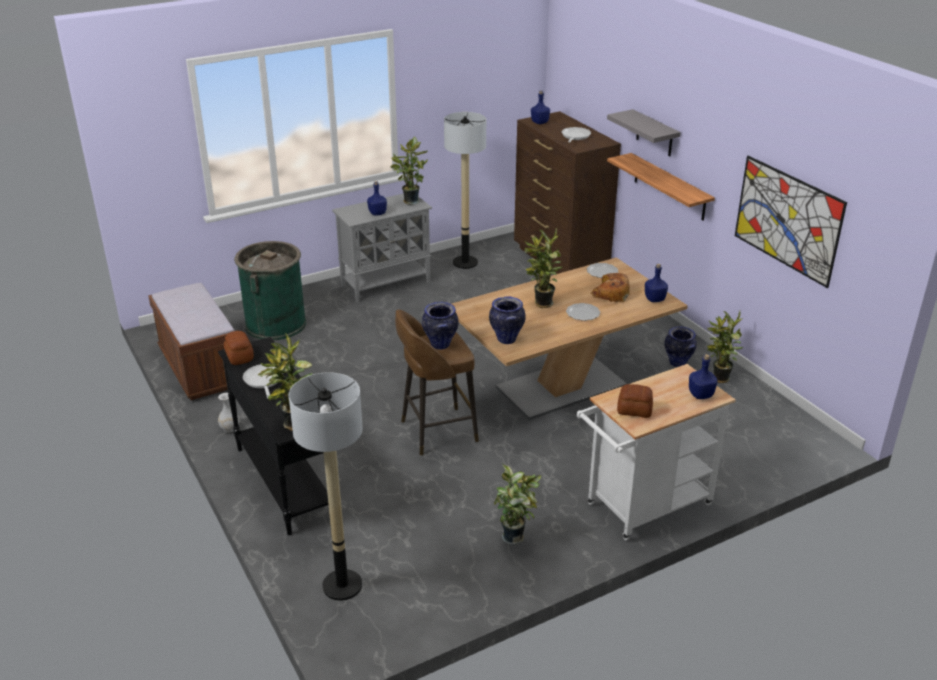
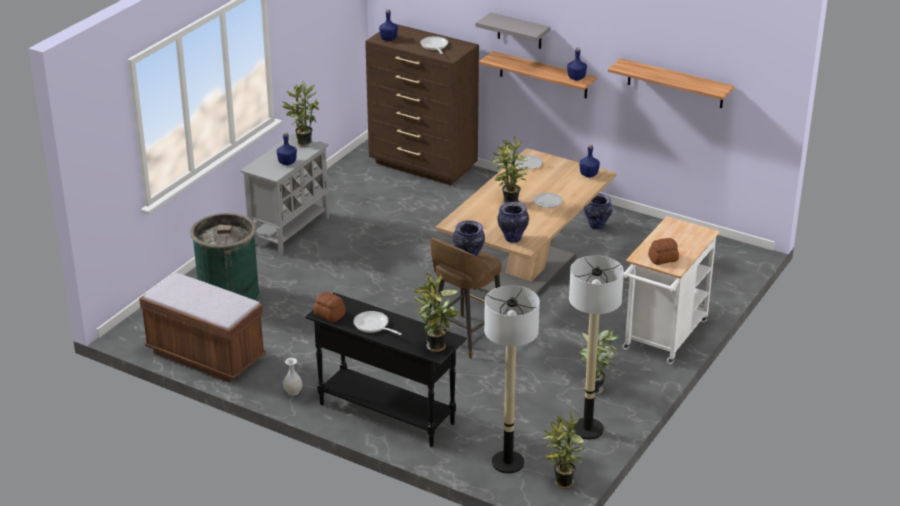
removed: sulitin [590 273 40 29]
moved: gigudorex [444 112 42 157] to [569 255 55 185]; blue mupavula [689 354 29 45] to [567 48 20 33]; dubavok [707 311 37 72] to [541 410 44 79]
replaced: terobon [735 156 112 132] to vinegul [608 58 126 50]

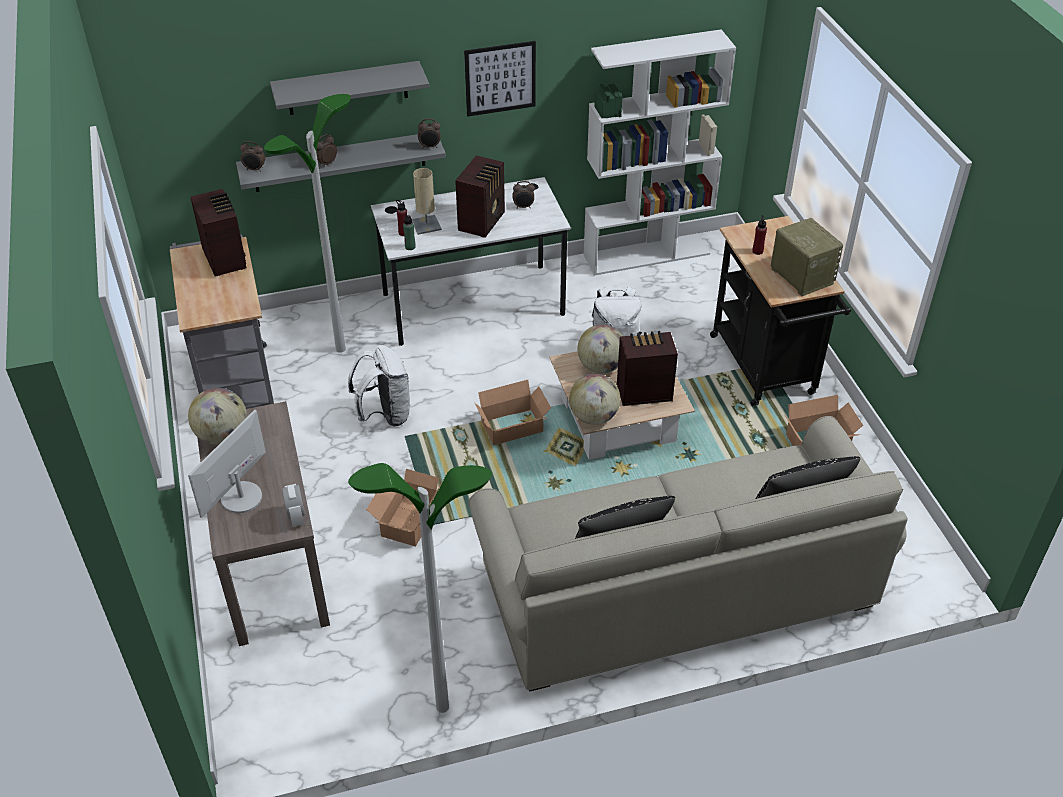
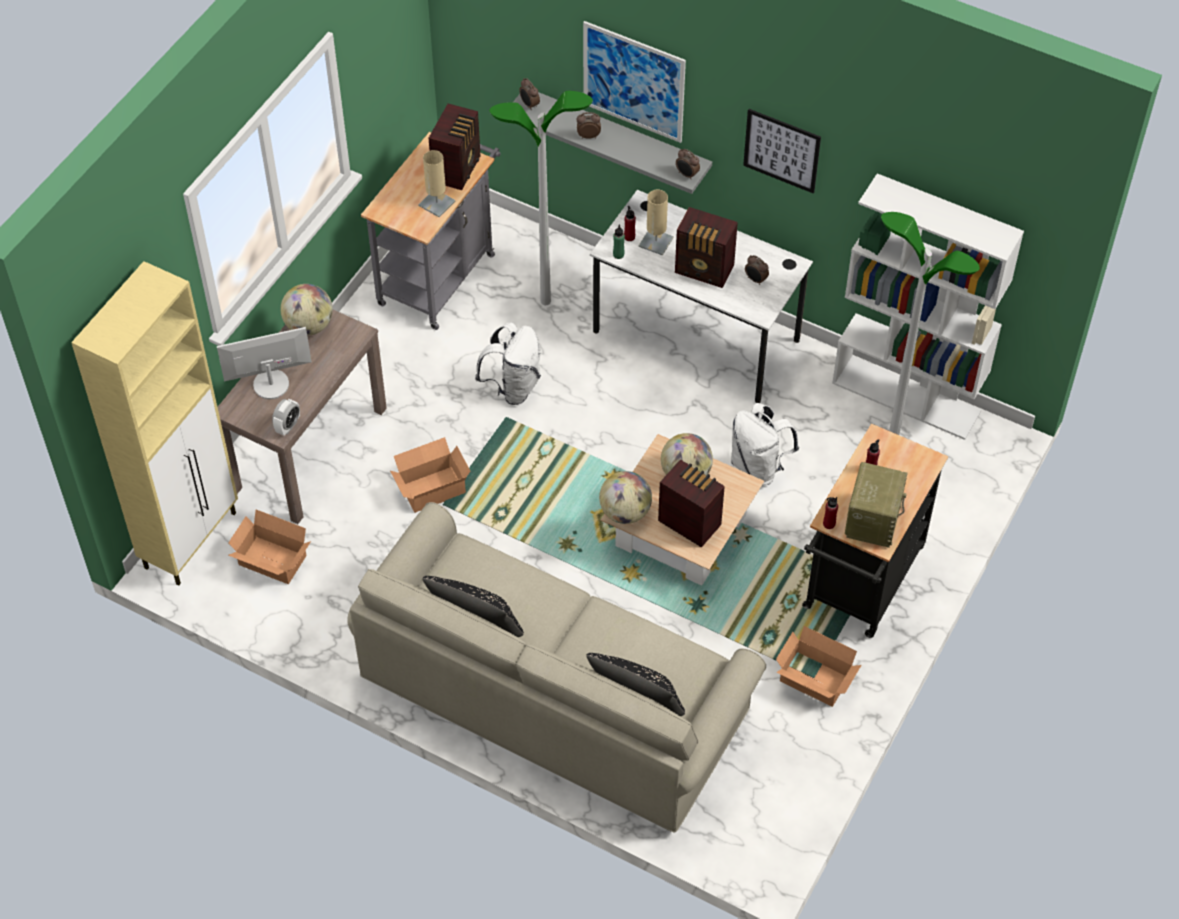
added: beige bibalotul [71 261 167 325]; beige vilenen [418 150 37 67]; red mupavula [823 497 15 32]
moved: gigudorex [348 463 144 250] to [881 212 99 223]; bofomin [475 380 76 65] to [228 509 83 75]
replaced: grey vinegul [270 61 159 54] to terobon [583 21 103 122]
turned: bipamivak [455 156 50 82] = [675 207 63 81] 45 degrees clockwise

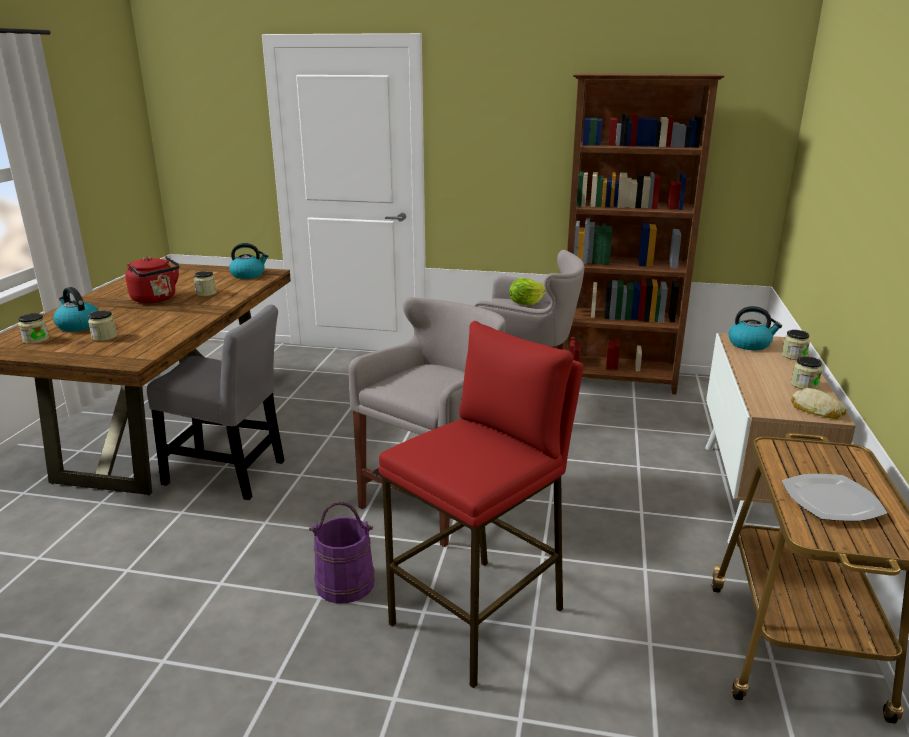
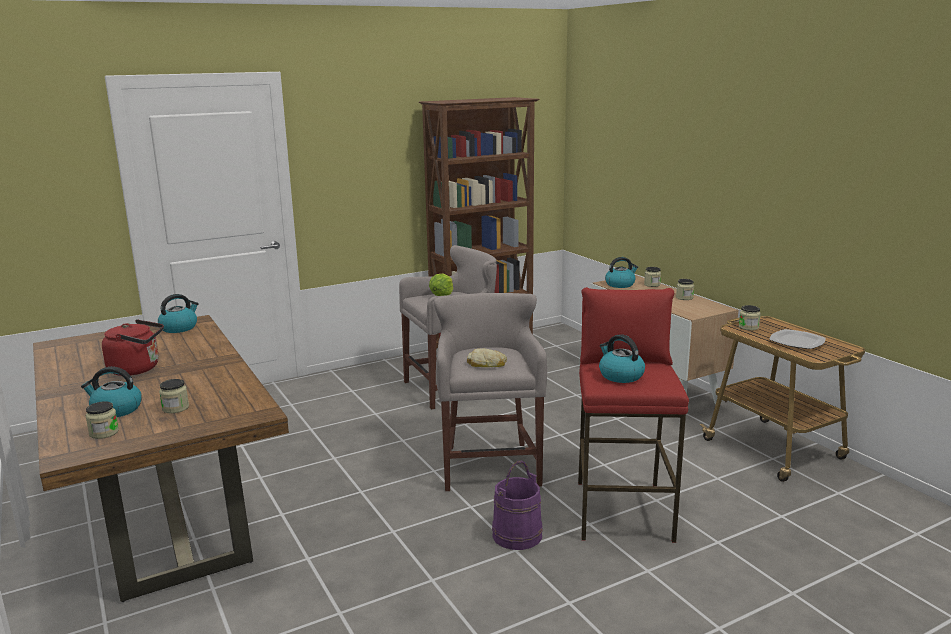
removed: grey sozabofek [147 304 138 196]
added: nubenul [599 334 46 49]
moved: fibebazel [194 271 22 25] to [739 305 22 25]; sulitin [791 388 56 31] to [467 349 40 18]

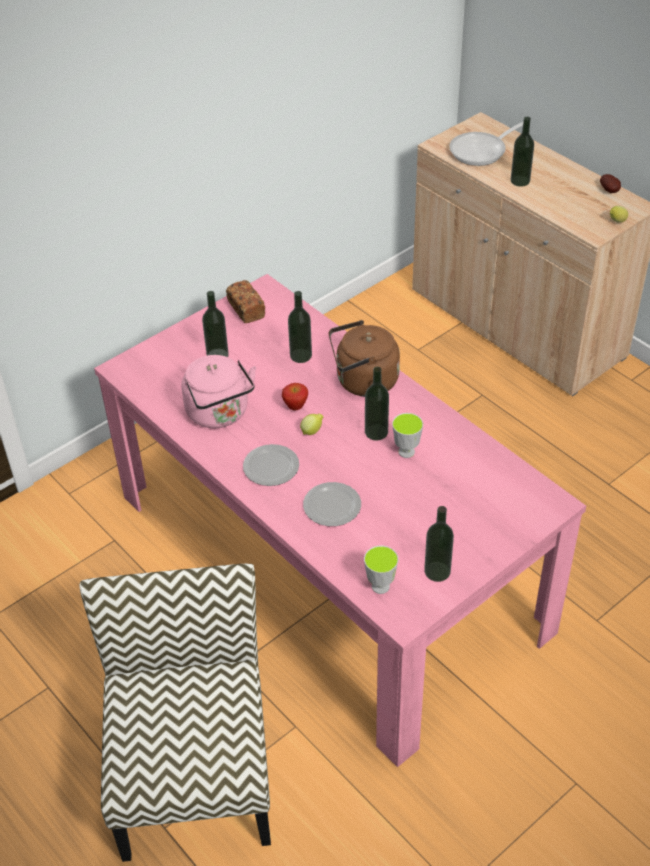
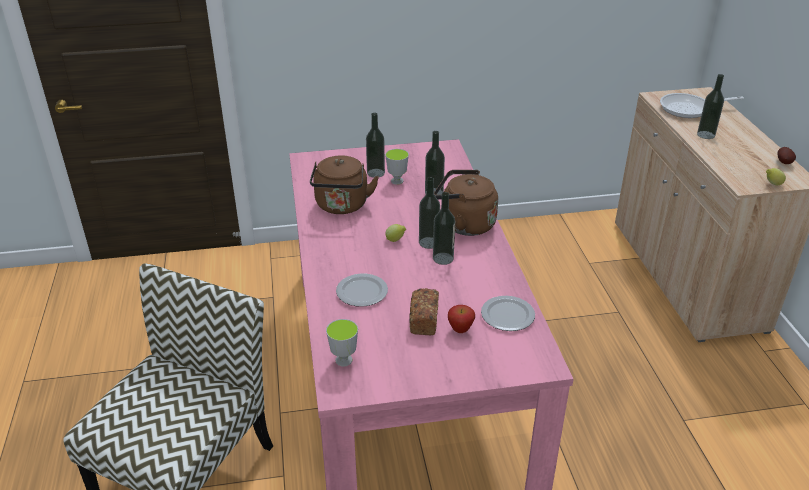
moved: sulitin [226 280 39 43] to [409 288 30 47]; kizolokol [243 444 56 42] to [481 296 54 35]; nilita [282 383 26 27] to [448 305 27 28]; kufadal [392 413 31 45] to [385 149 24 36]; mupavula [424 506 30 76] to [419 177 21 72]
recoloured: pink nubenul [181 355 75 73] to brown nubenul [310 155 69 59]

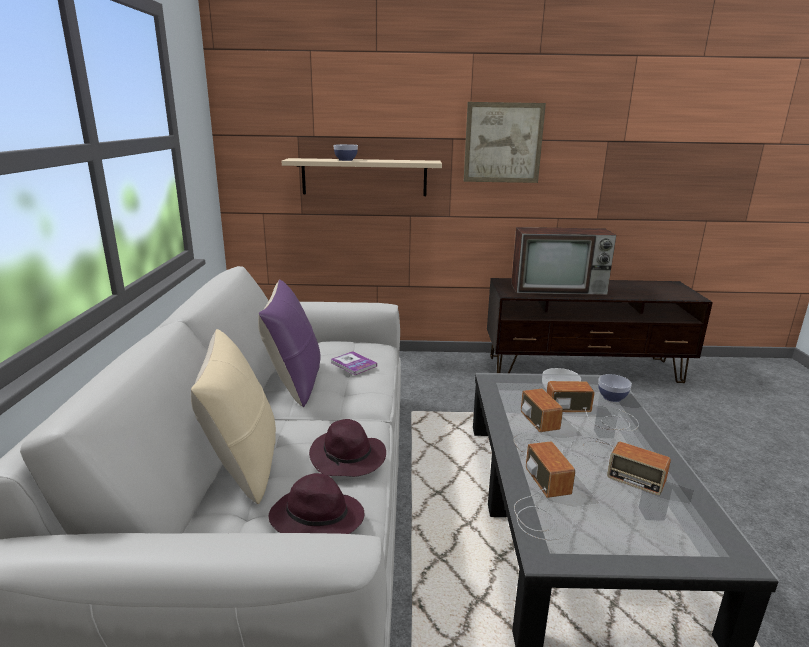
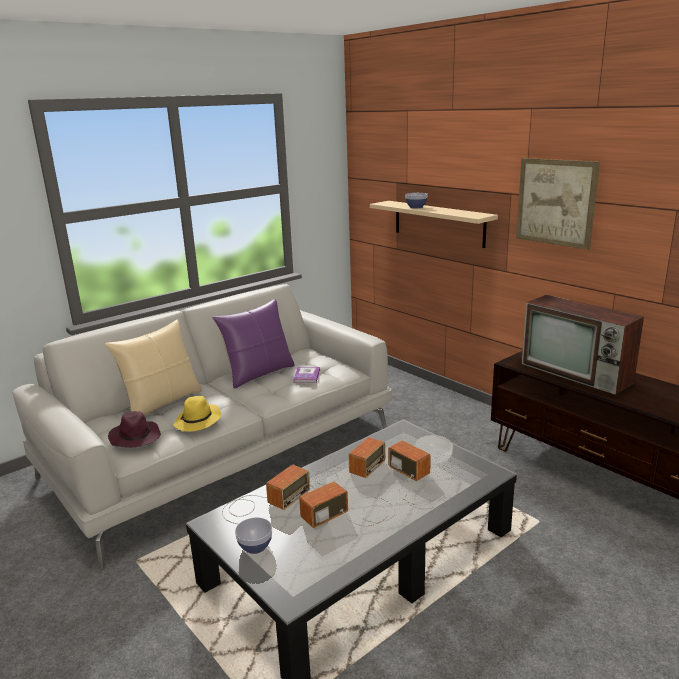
moved: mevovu [598 374 34 28] to [235 517 37 37]
recoloured: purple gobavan [309 419 77 58] to yellow gobavan [173 396 48 36]
turned: bipamivak [570 437 101 58] = [299 481 96 47] 60 degrees clockwise

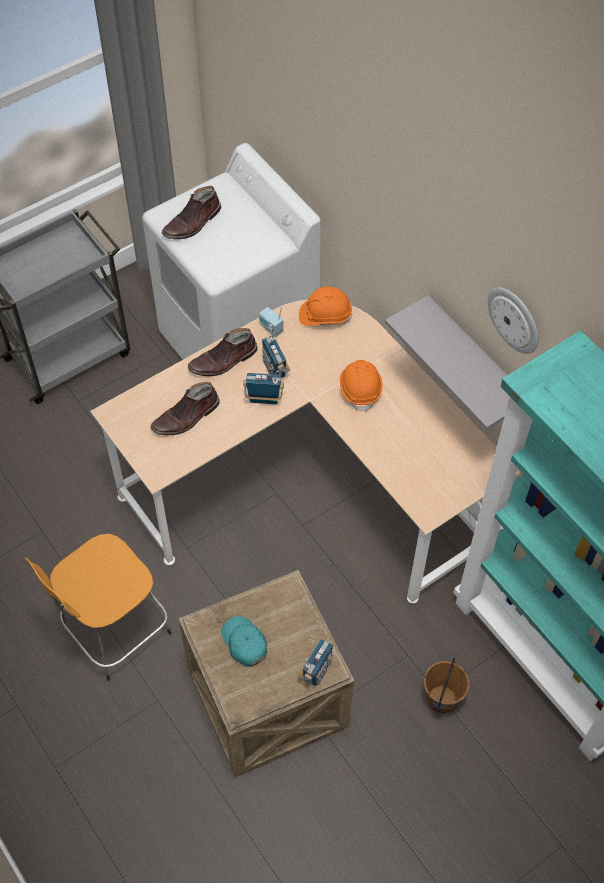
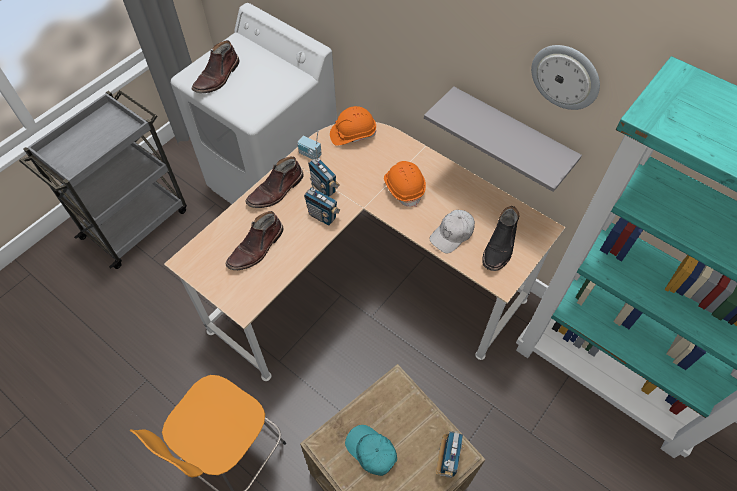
removed: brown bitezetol [423 658 47 55]
added: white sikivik [430 210 45 43]; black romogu [482 206 37 65]
turned: bipamivak [243 371 41 33] = [304 177 36 48] 135 degrees counterclockwise

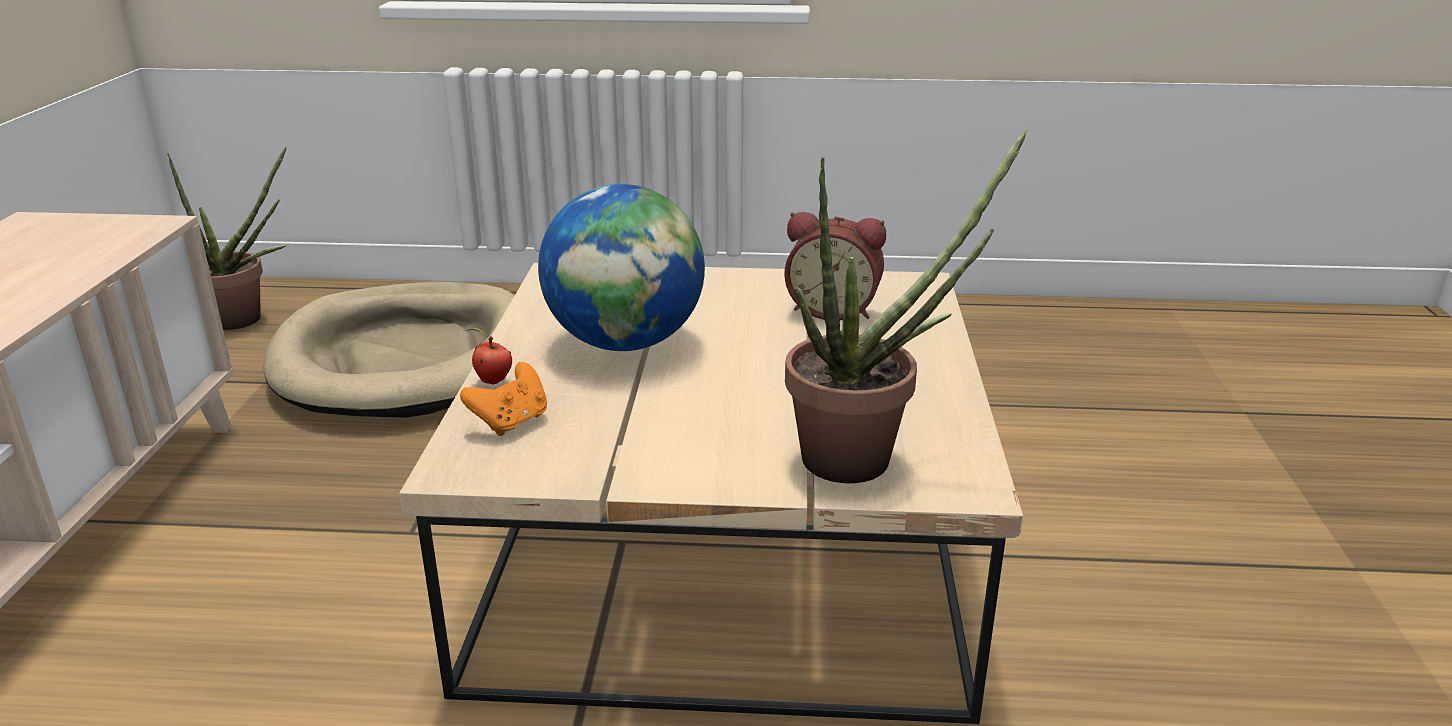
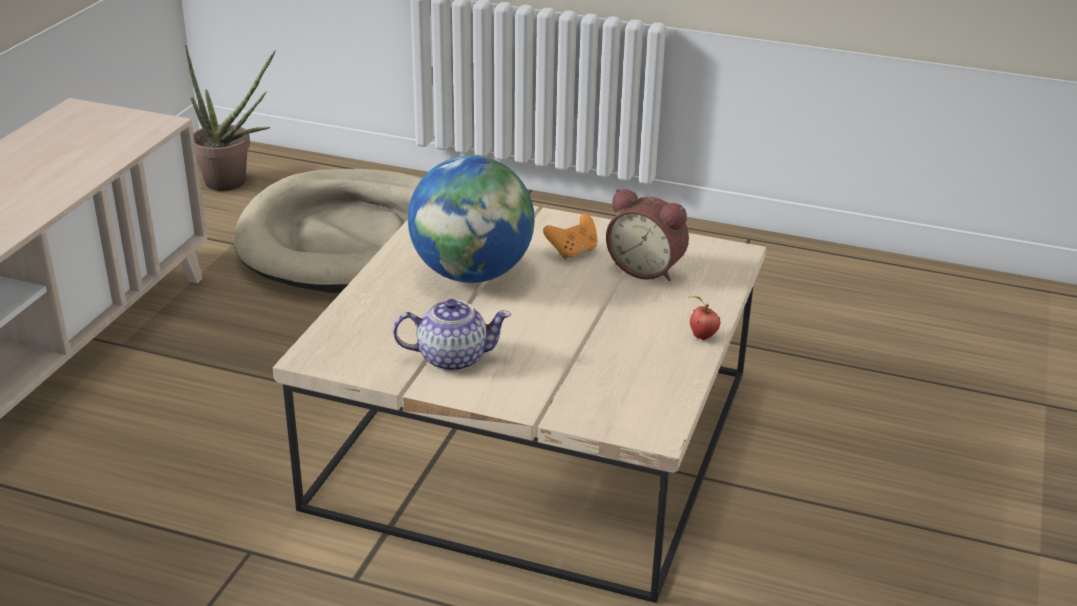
removed: dubavok [785 127 243 356]
added: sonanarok [393 299 118 73]
moved: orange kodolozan [460 362 87 74] to [543 213 55 46]; nilita [466 328 46 56] to [690 296 30 44]

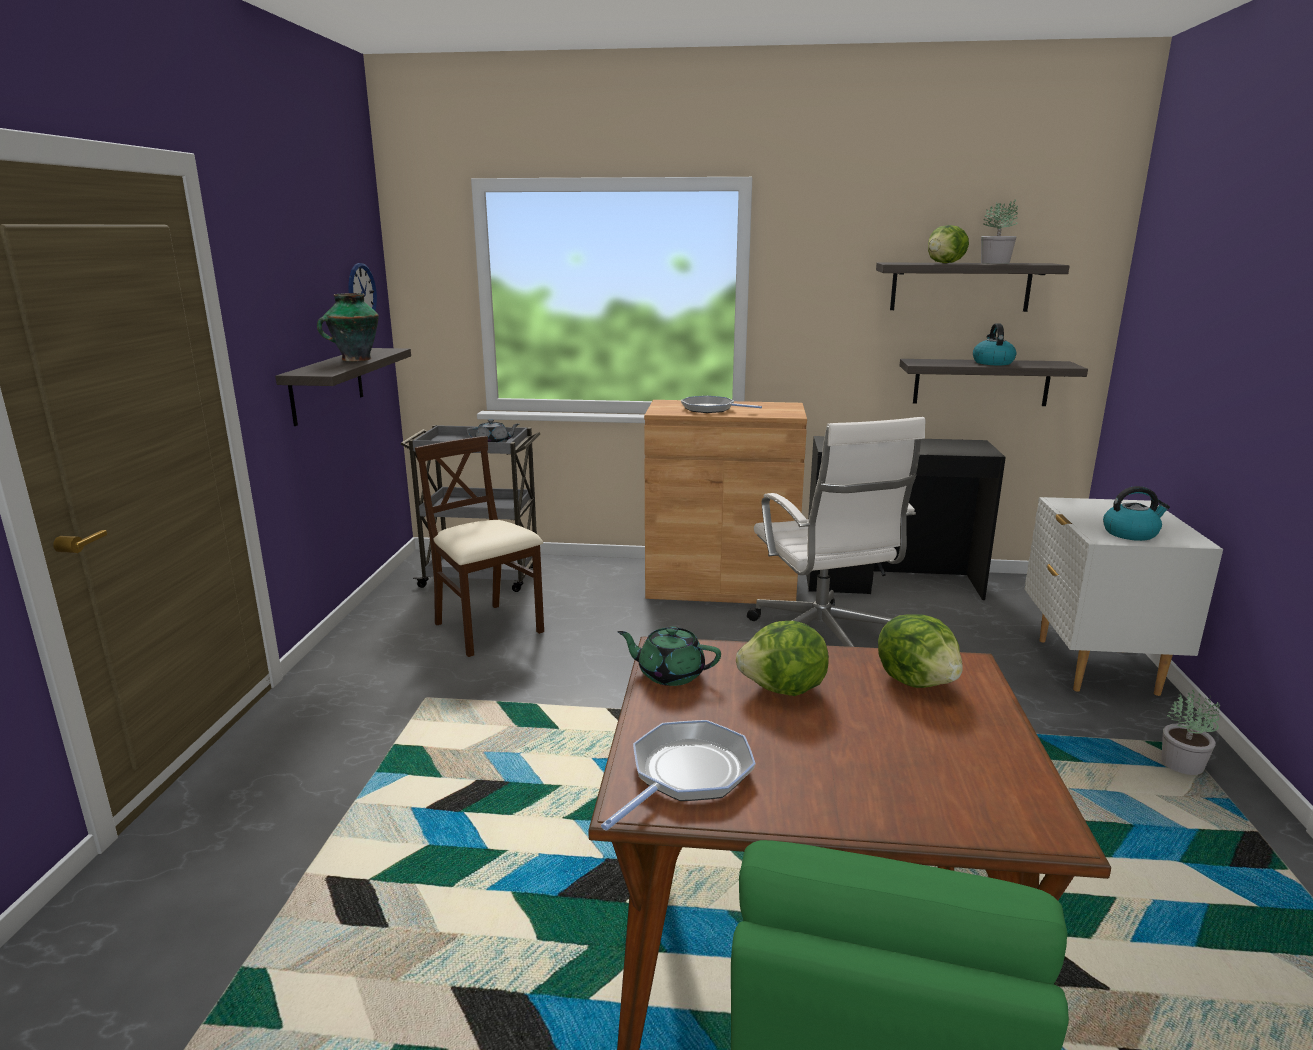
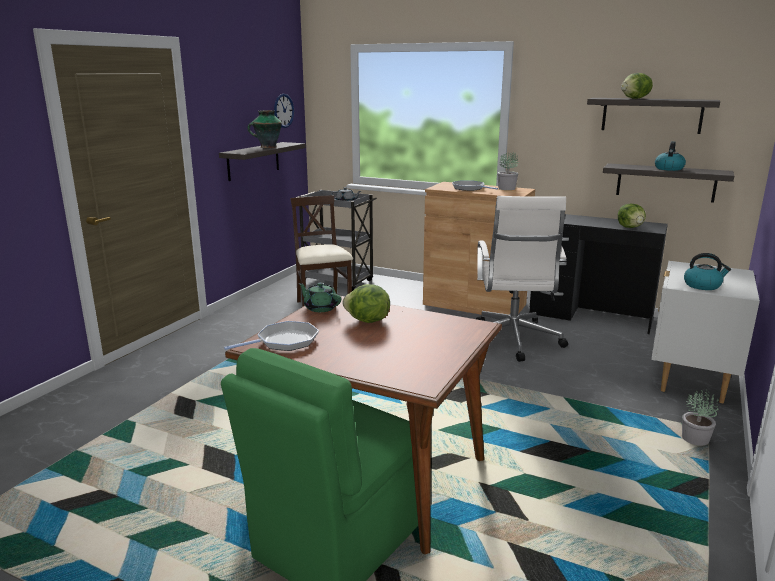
moved: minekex [878 614 85 74] to [618 203 28 25]; dubavok [981 200 37 64] to [497 152 21 38]

